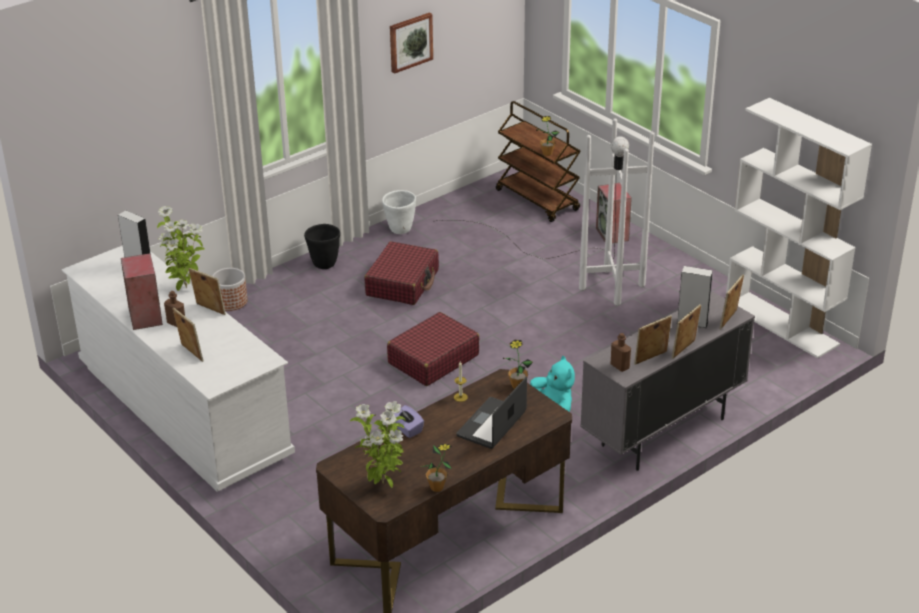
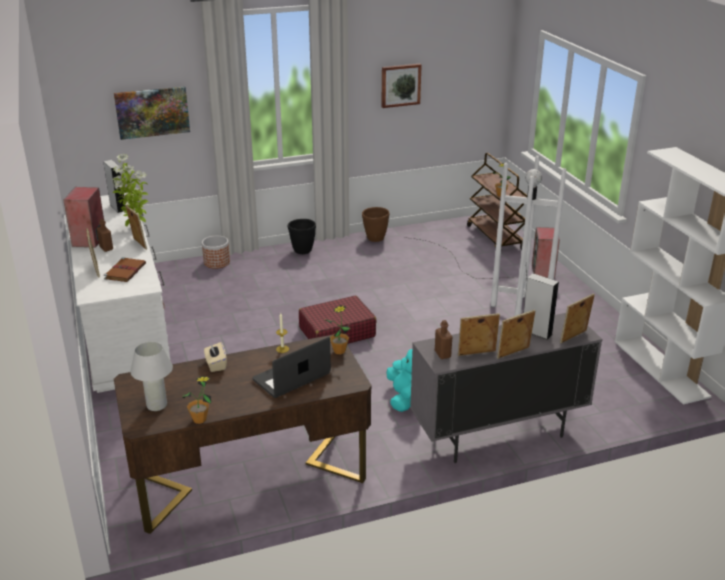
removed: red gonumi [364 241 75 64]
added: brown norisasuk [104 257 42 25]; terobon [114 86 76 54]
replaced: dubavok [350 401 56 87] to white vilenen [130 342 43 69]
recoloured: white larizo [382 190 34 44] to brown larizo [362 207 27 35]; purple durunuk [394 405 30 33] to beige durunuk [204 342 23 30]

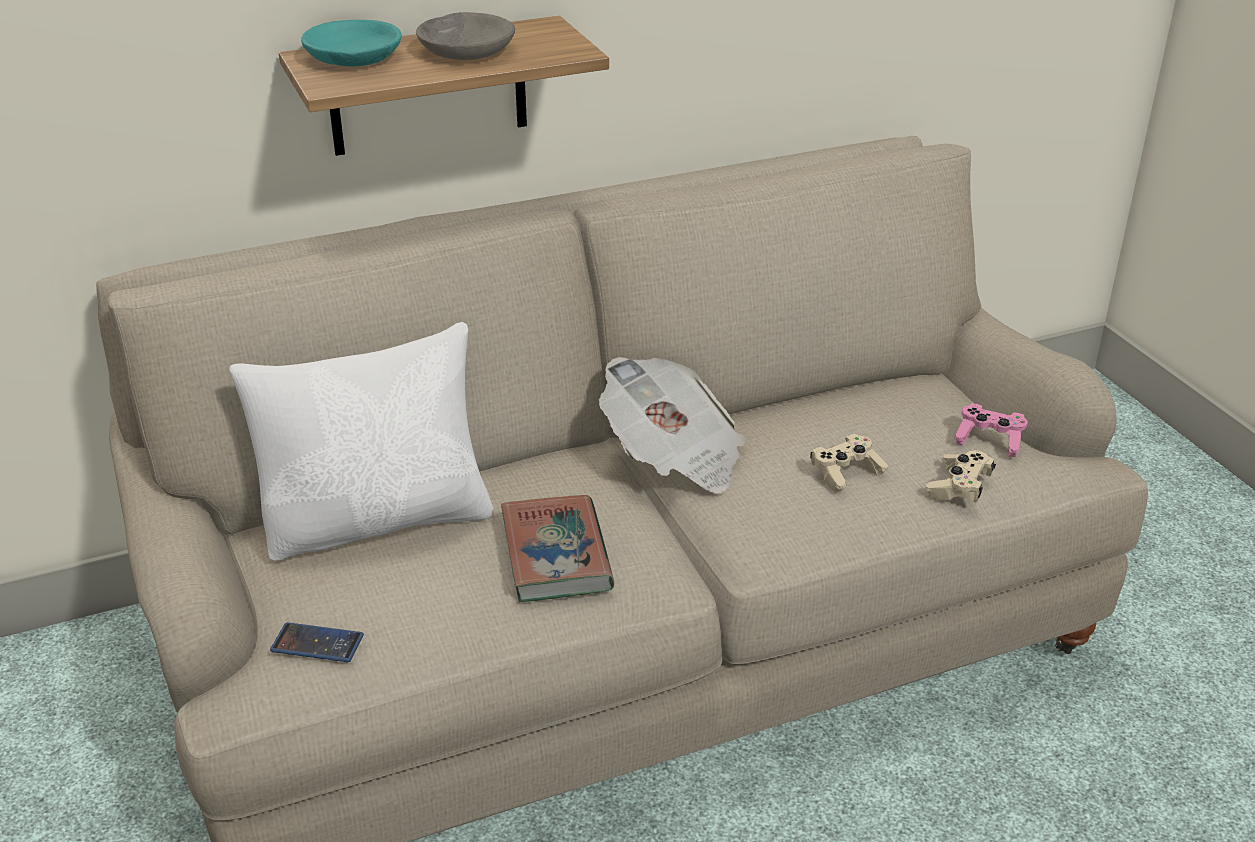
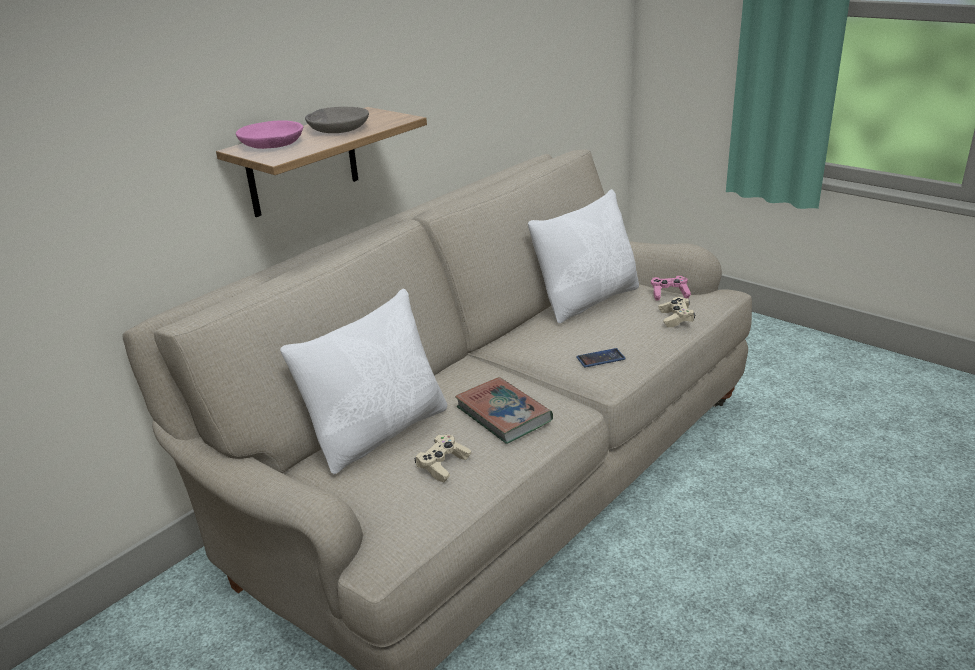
removed: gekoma [599 357 146 137]
added: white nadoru [528 189 111 135]
moved: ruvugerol [270 622 94 40] to [576 348 50 20]; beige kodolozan [810 434 78 59] to [414 434 57 48]
recoloured: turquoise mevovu [301 20 101 47] to pink mevovu [236 120 67 29]

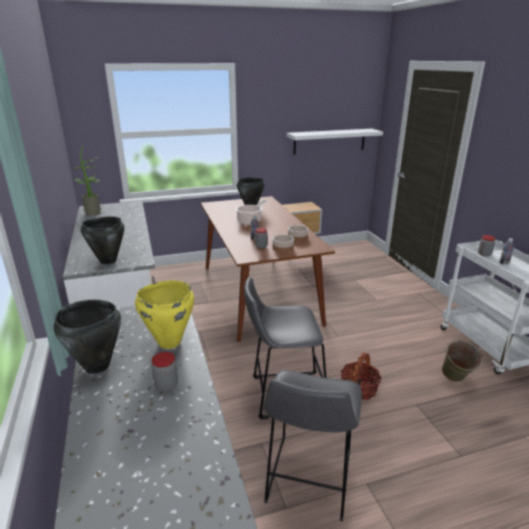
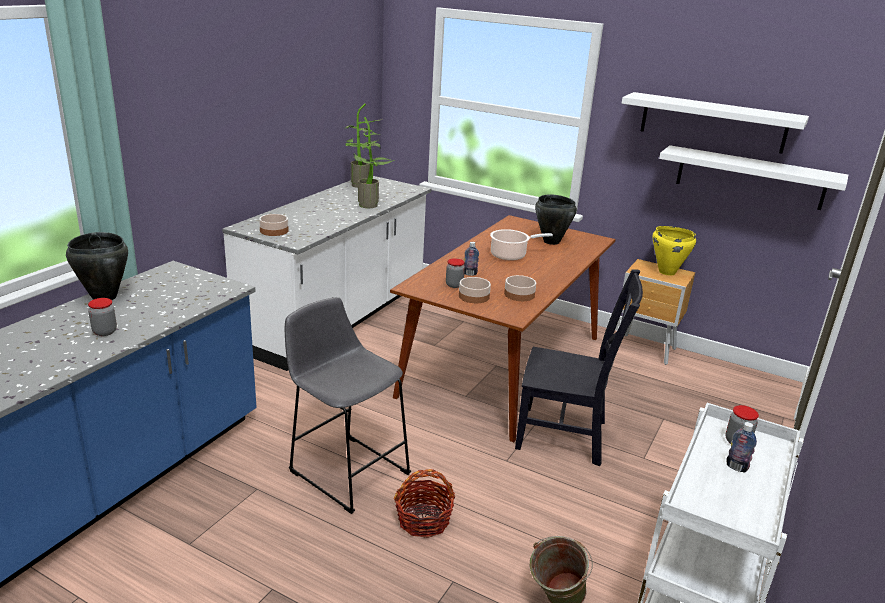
removed: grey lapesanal [263 370 99 151]
added: dubavok [353 117 42 91]; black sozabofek [515 269 128 197]; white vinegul [622 92 187 61]
moved: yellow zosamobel [135 280 59 69] to [653 226 43 50]
replaced: black zosamobel [81 216 43 48] to mevovu [259 214 30 22]

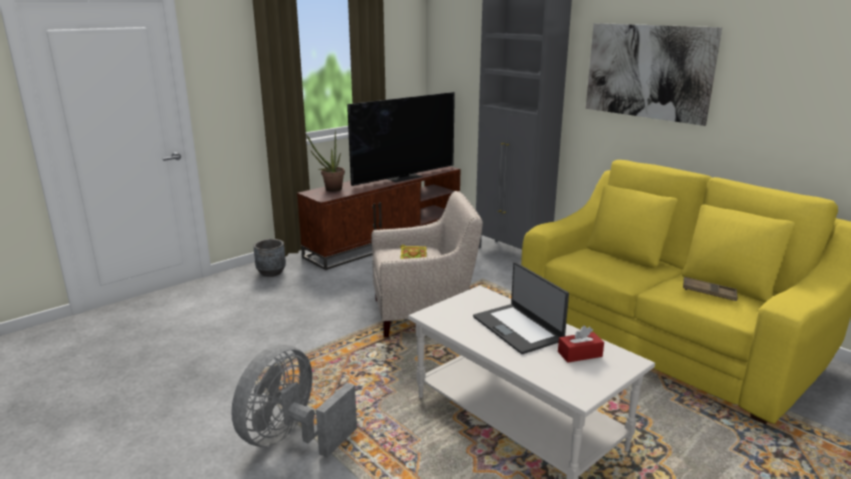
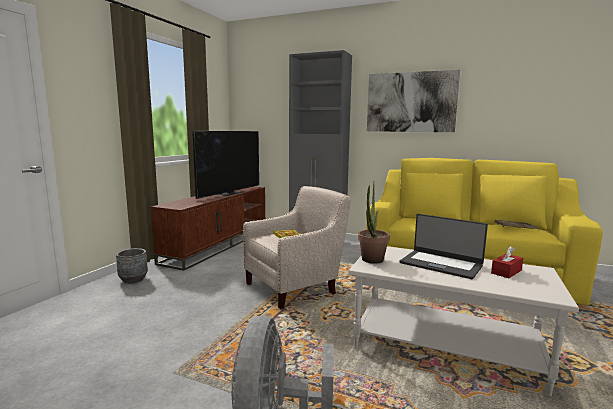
moved: dubavok [306 130 39 62] to [358 181 32 83]

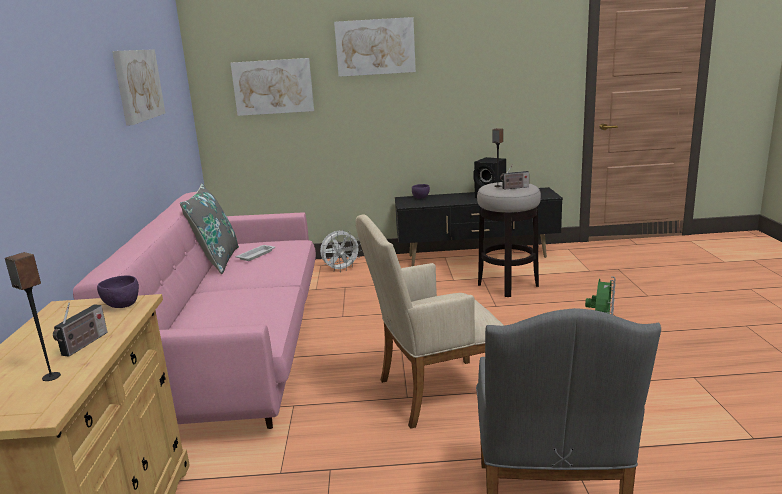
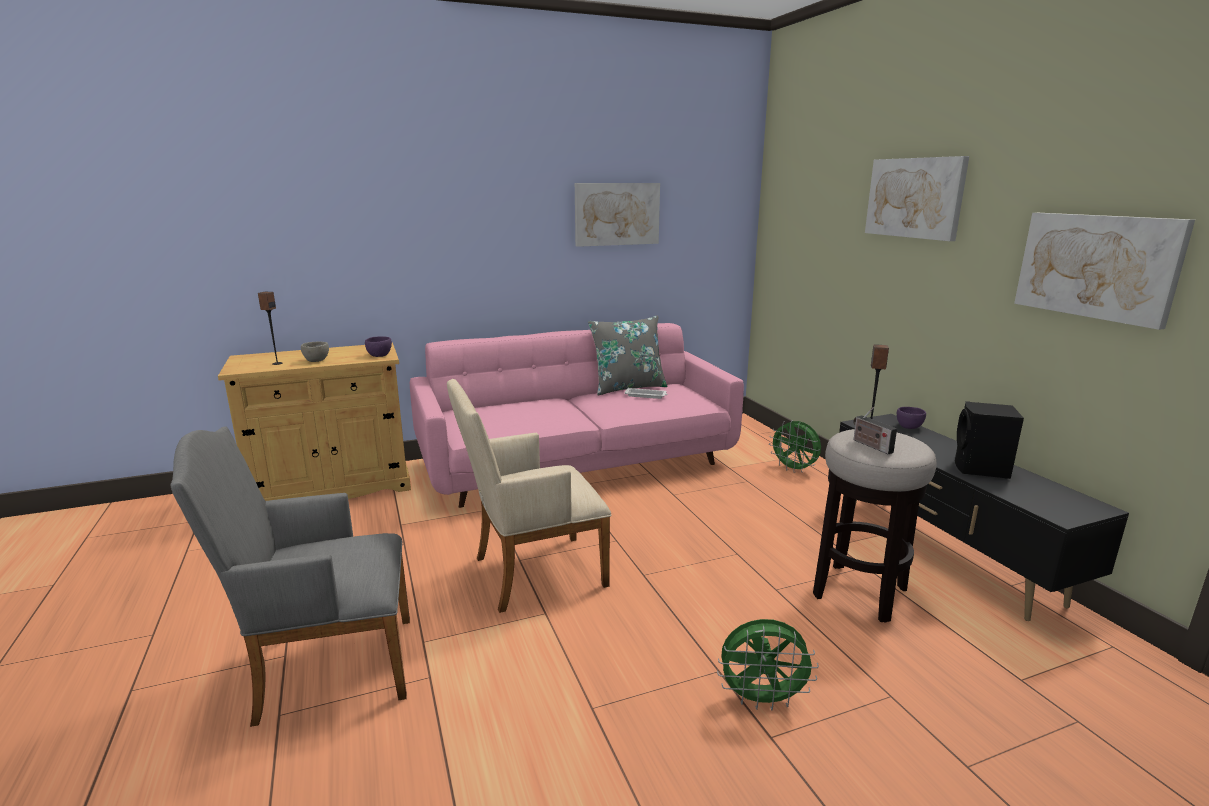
moved: terobon [231 58 83 58] to [1014 213 181 117]
replaced: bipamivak [53 303 55 54] to grey mevovu [301 342 28 20]
recoloured: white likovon [320 231 42 41] to green likovon [769 420 52 53]
turned: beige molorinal [355 214 149 215] = [447 379 165 234] 75 degrees counterclockwise

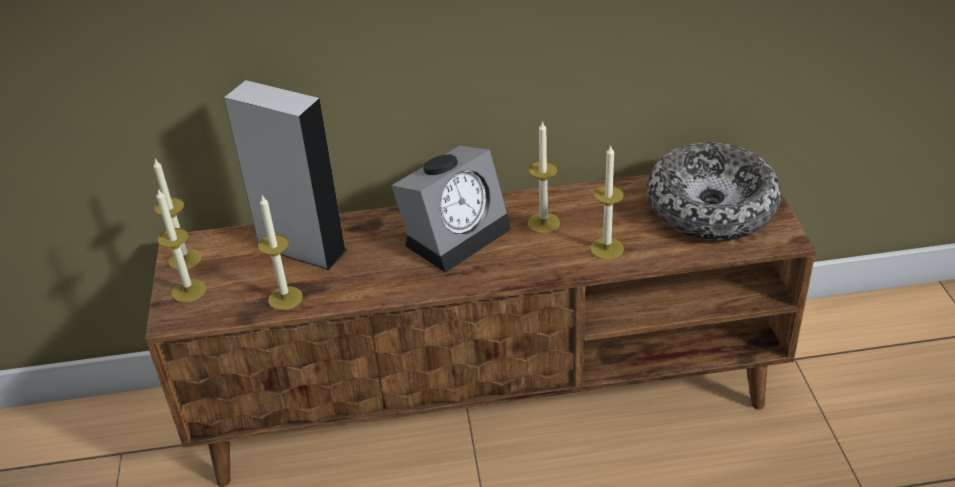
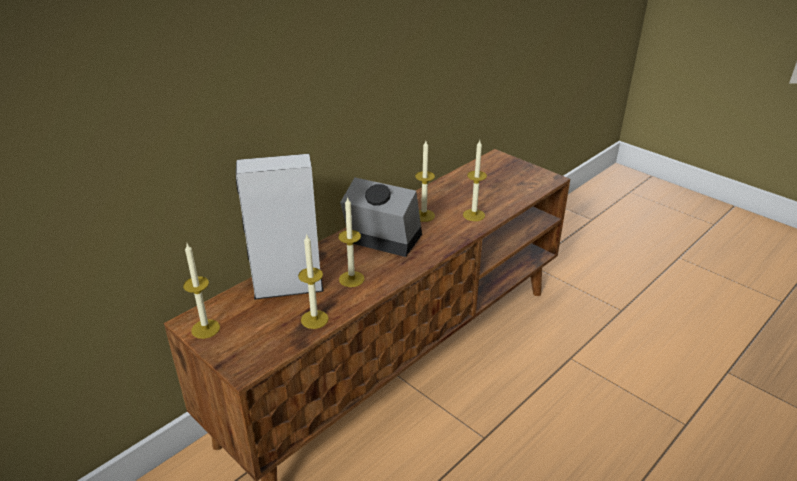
removed: mevovu [647 143 134 97]
moved: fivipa [157 189 49 114] to [338 198 26 89]
turned: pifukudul [391 146 120 127] = [340 178 82 79] 75 degrees counterclockwise

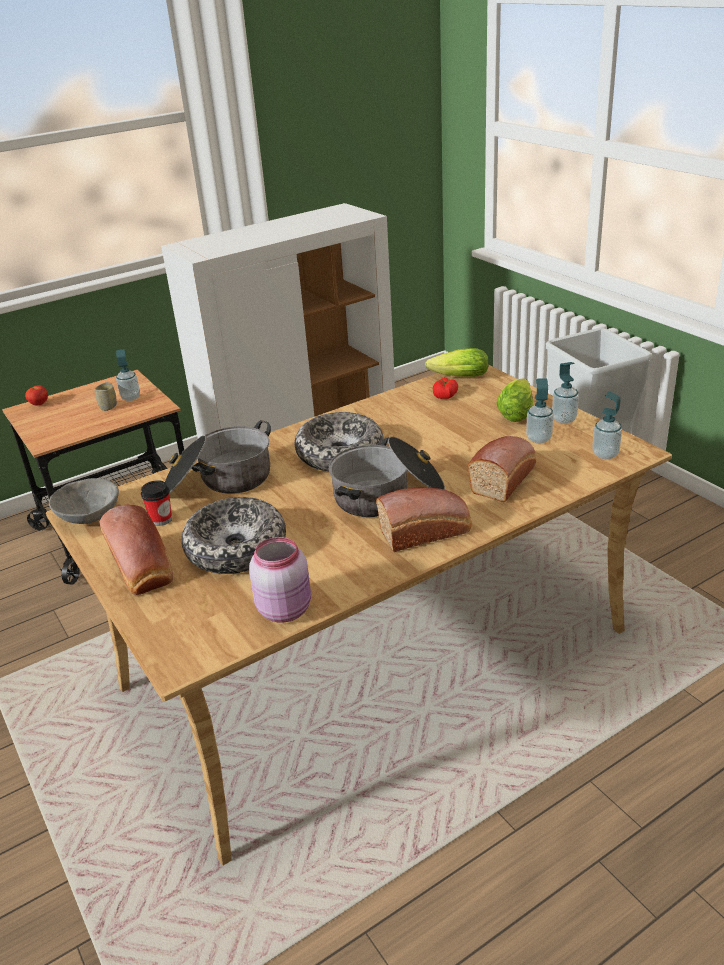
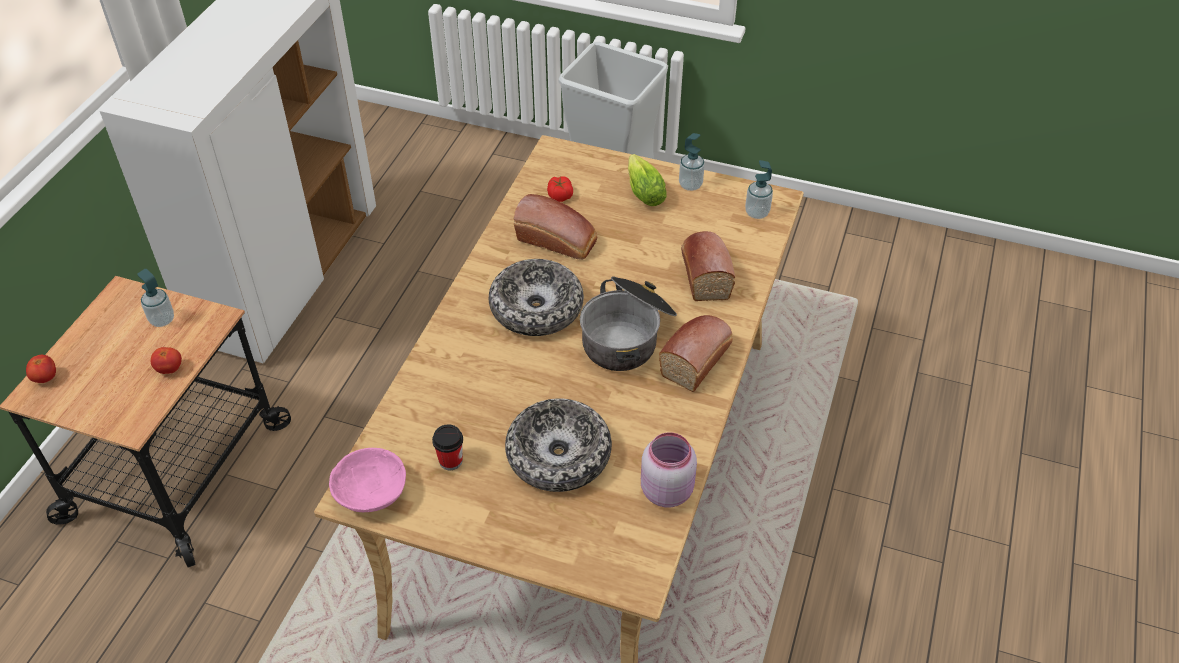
removed: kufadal [95 382 22 29]; zosamobel [165 420 106 74]; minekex [425 348 64 29]; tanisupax [526 378 28 65]
added: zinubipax [151 347 31 27]
moved: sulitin [99 504 74 91] to [514 194 83 66]
recoloured: grey mevovu [49 478 70 46] to pink mevovu [329 448 77 64]

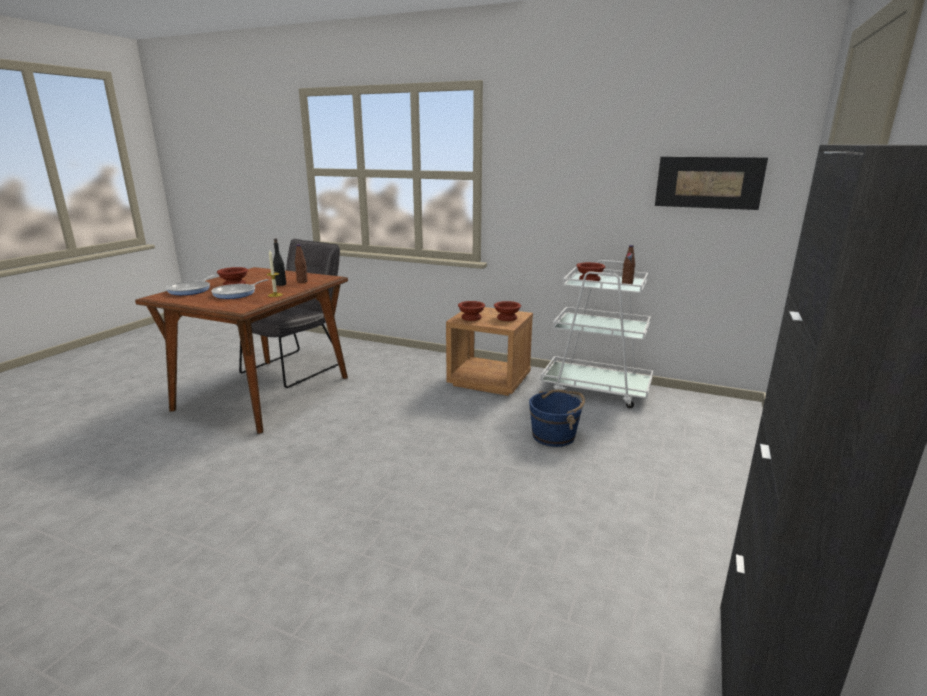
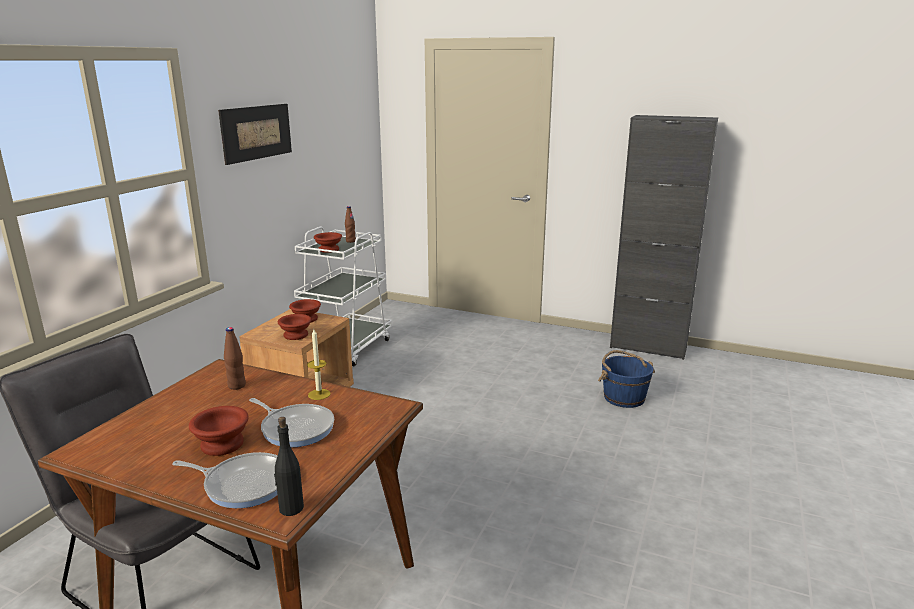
moved: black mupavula [273 239 13 47] to [274 417 30 99]; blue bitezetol [529 389 56 58] to [598 350 57 58]; terobon [655 157 113 53] to [218 104 74 61]

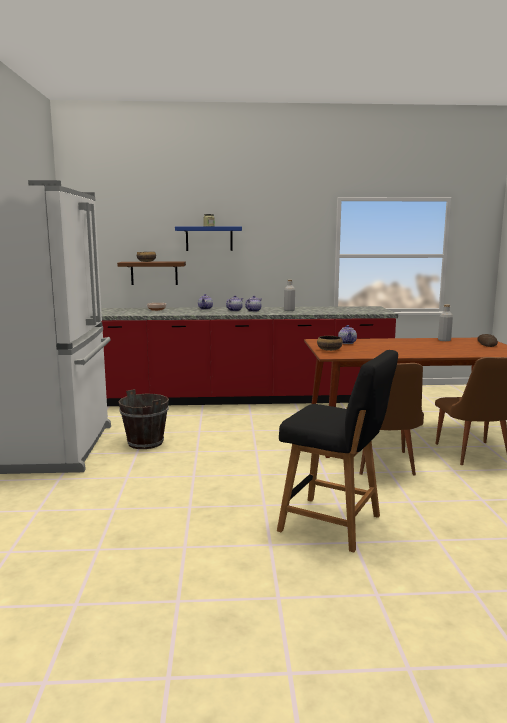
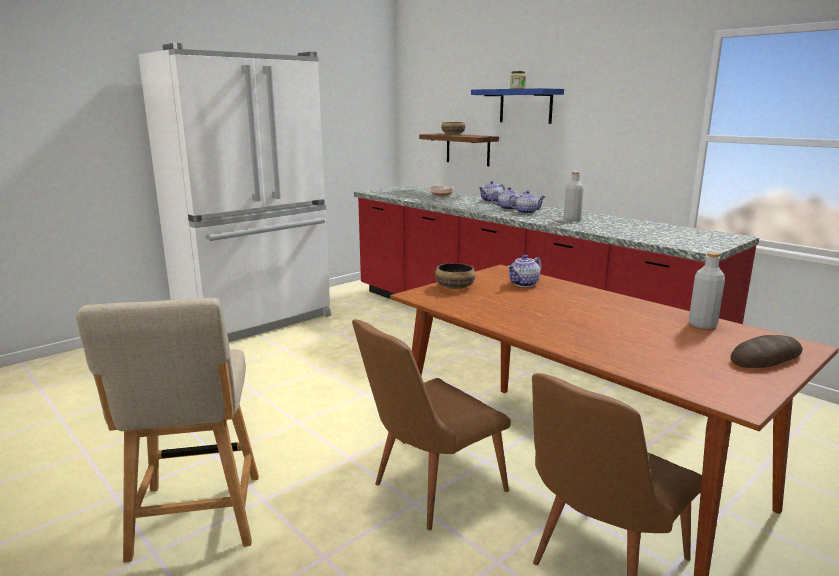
removed: brown bitezetol [118 389 51 60]
recoloured: black sozabofek [277 350 121 203] to beige sozabofek [76 298 183 264]

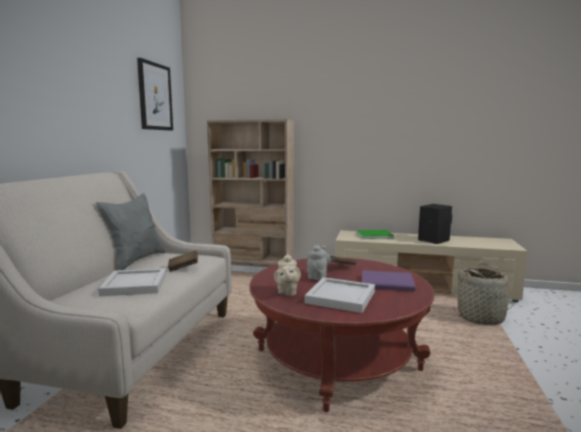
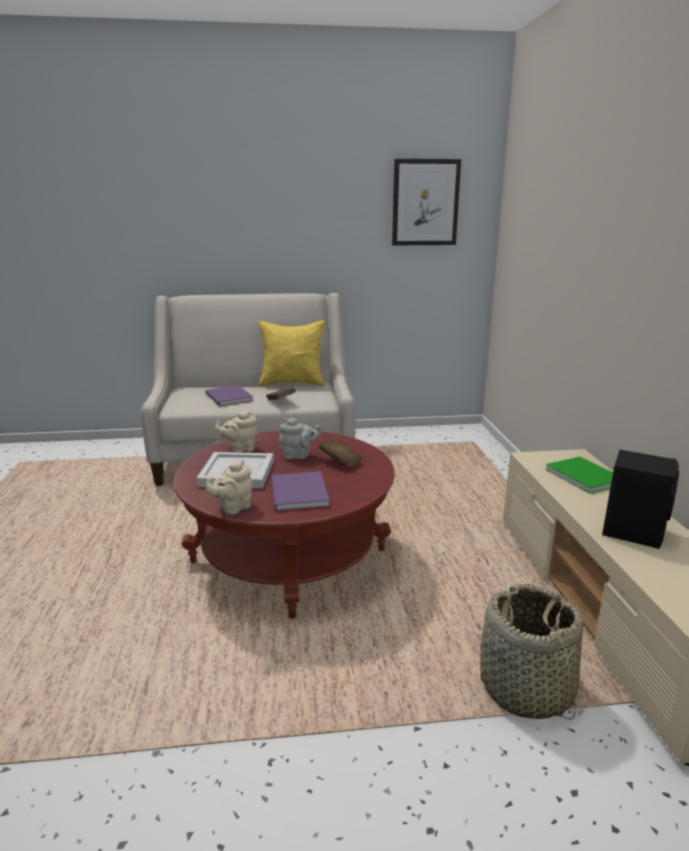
removed: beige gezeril [207 119 87 148]
added: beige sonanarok [206 460 47 55]
replaced: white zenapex [98 268 68 28] to purple norisasuk [205 385 49 21]
recoloured: grey nadoru [96 193 69 77] to yellow nadoru [259 320 66 67]

